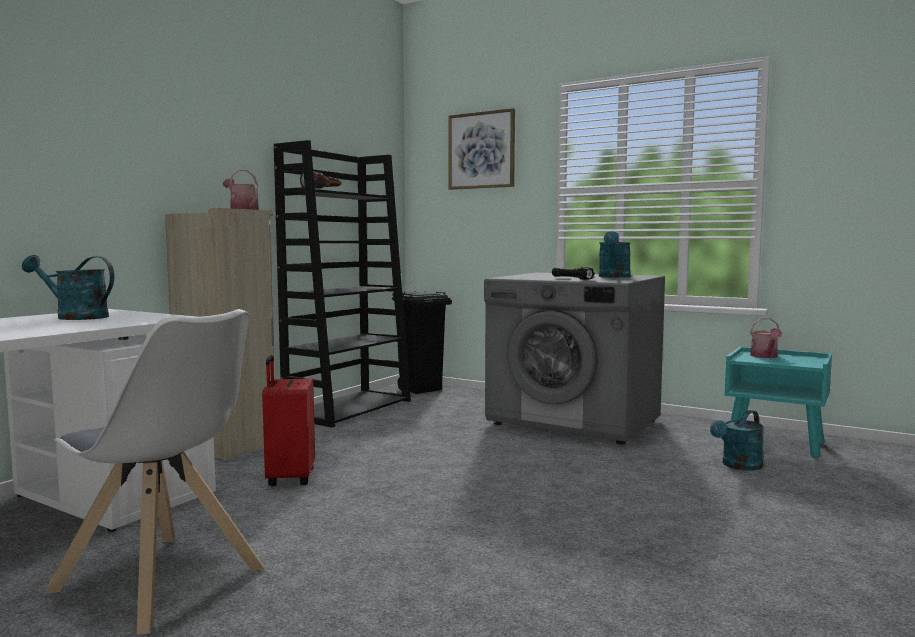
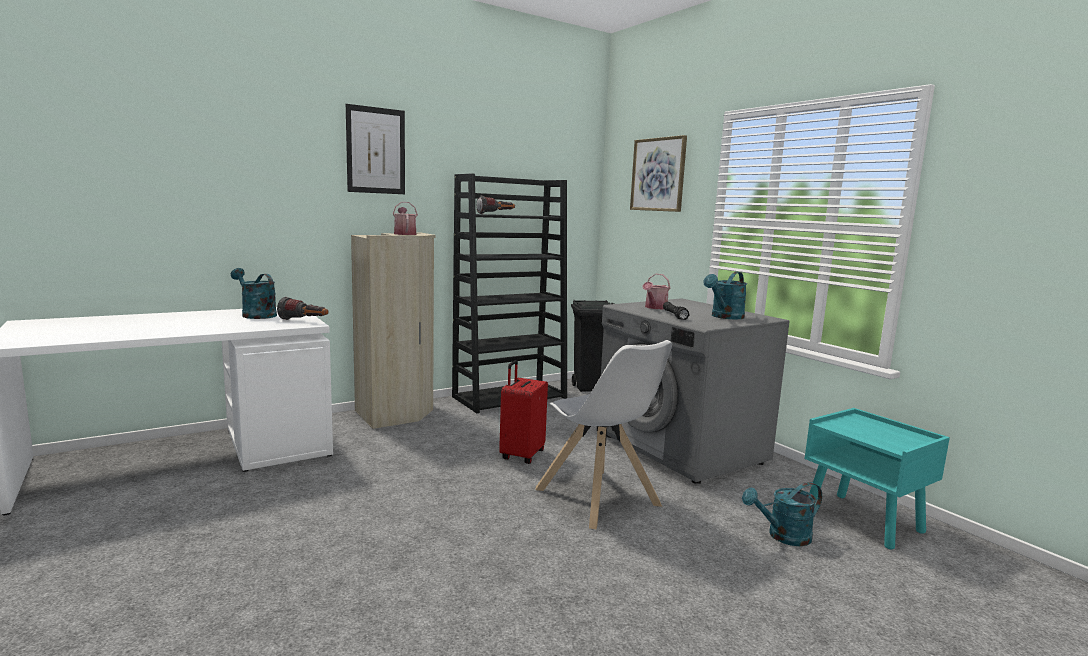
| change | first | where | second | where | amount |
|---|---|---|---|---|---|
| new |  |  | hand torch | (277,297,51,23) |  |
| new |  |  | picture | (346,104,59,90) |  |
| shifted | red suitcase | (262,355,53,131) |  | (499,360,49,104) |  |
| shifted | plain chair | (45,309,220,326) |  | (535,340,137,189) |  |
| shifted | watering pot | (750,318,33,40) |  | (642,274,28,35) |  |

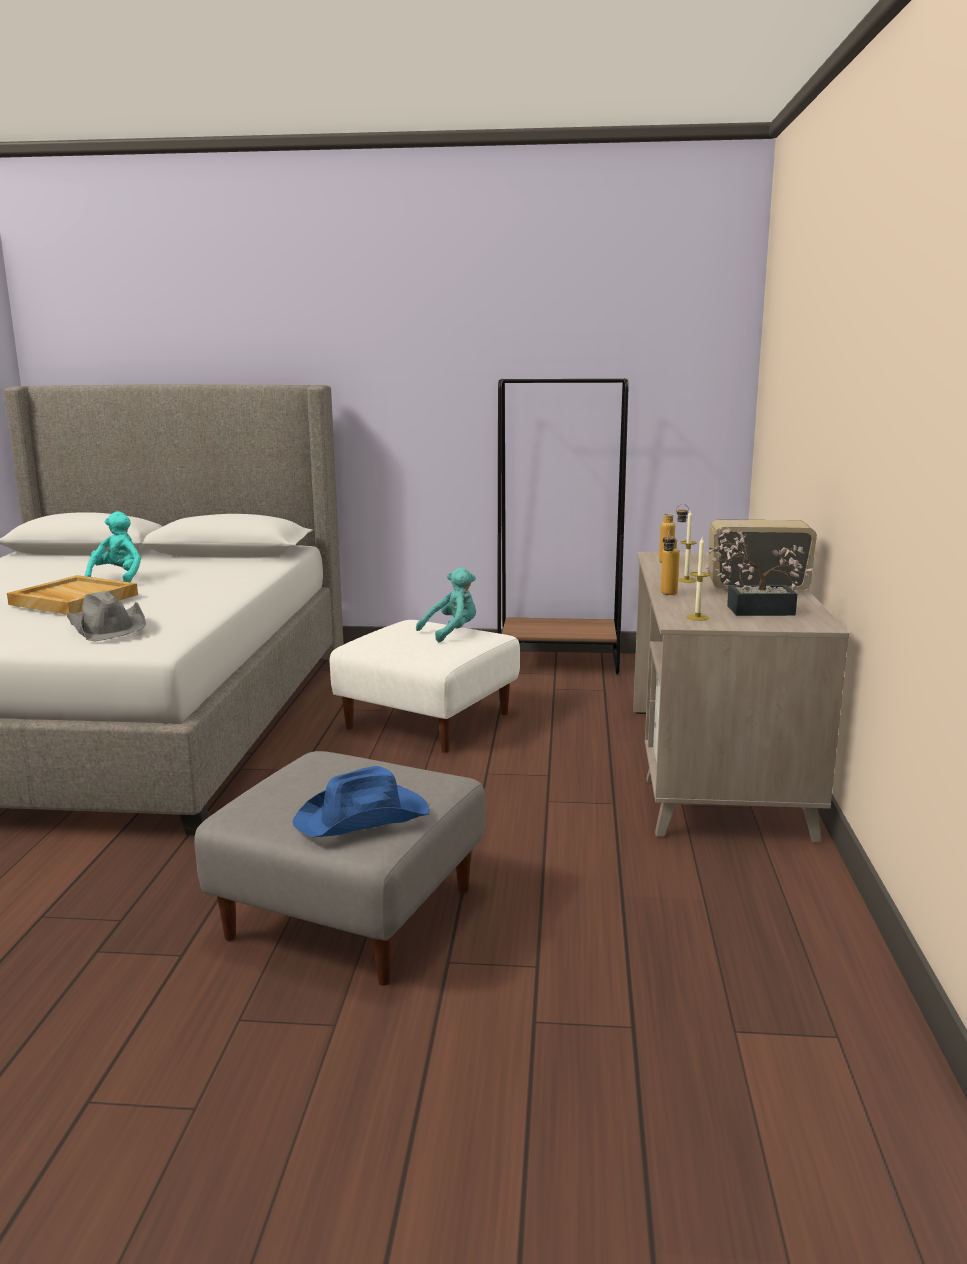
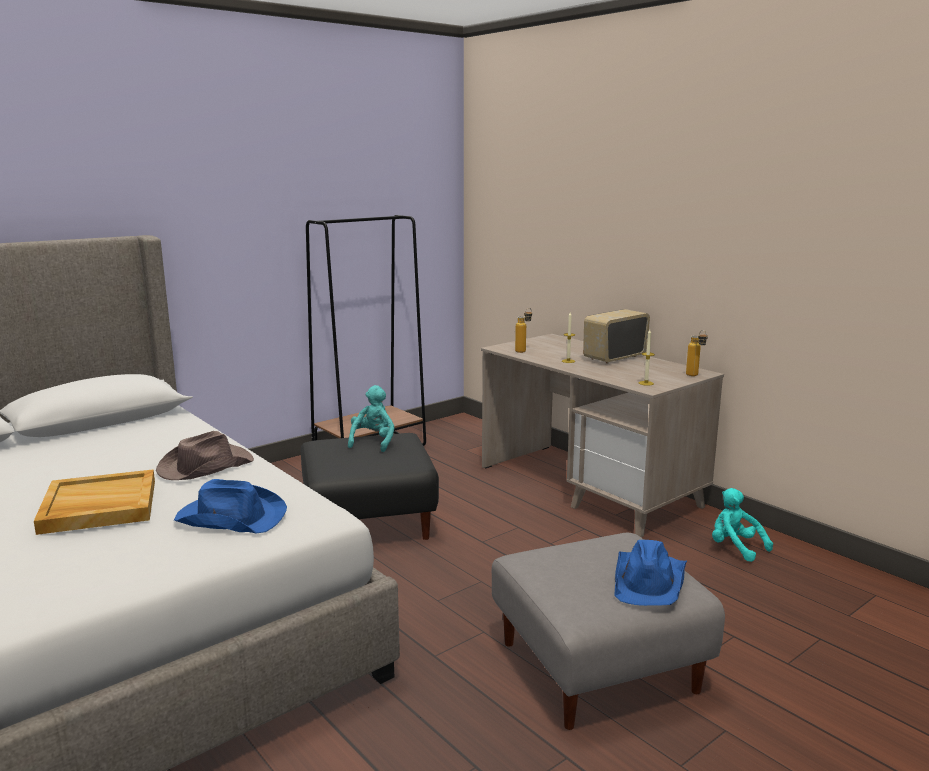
| change | first | where | second | where | amount |
|---|---|---|---|---|---|
| new |  |  | brown-coloured hat | (156,431,98,49) |  |
| repainted | gray hat | (67,590,79,52) | blue hat | (174,479,113,54) |  |
| repainted | white-coloured pouffe | (330,620,190,133) | black pouffe | (301,433,138,107) |  |
| shifted | drink bottle | (661,530,19,65) |  | (686,330,22,46) |  |
| shifted | turquoise soft toy | (85,511,56,72) |  | (712,488,61,74) |  |
| gone | plant in a pot | (706,527,106,89) |  |  |  |

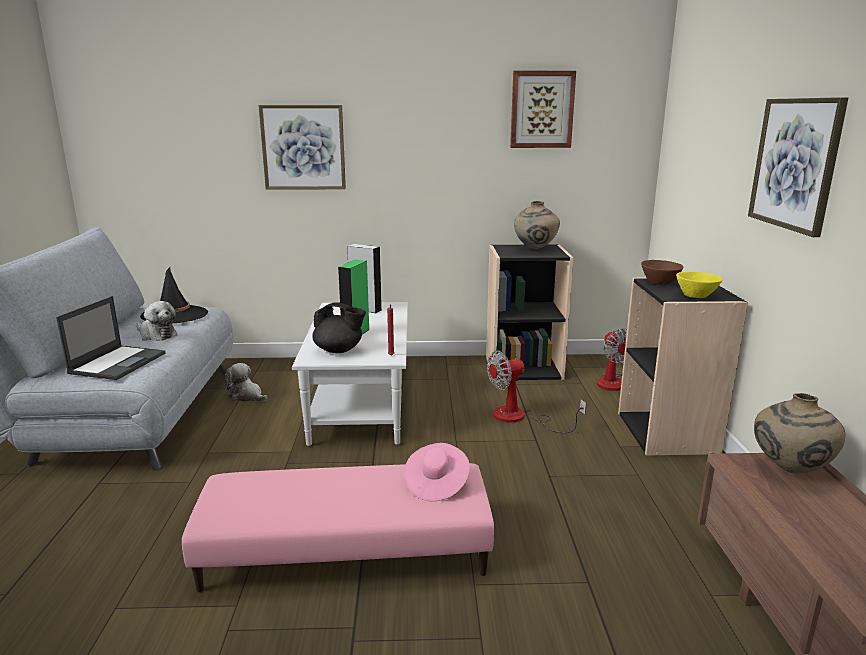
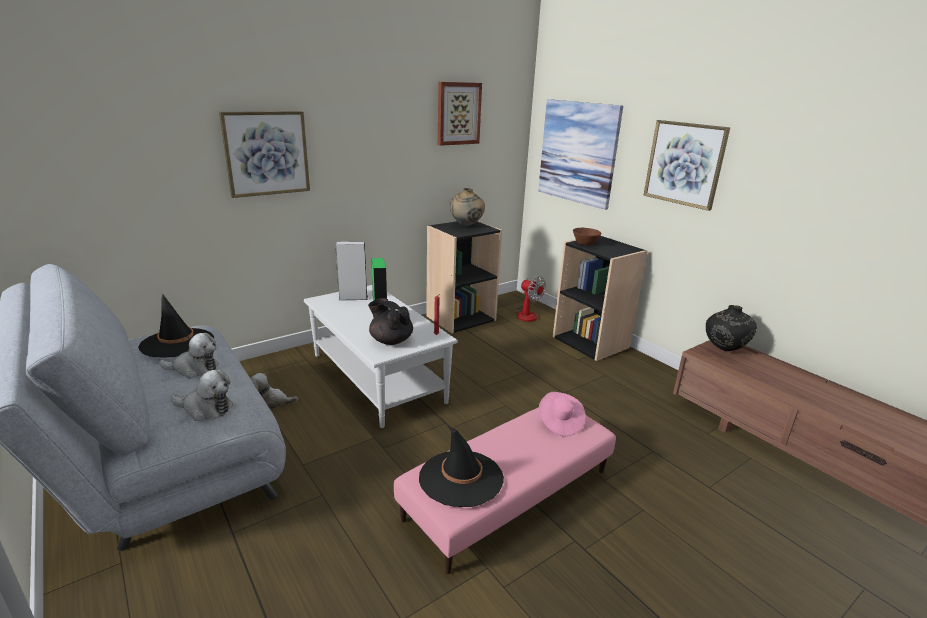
| change | first | where | second | where | amount |
|---|---|---|---|---|---|
| swapped | notebook computer | (56,296,109,84) | soft toy | (170,370,63,51) |  |
| rotated | black teapot | (312,302,54,51) |  | (368,298,45,47) | 120 degrees counterclockwise |
| new |  |  | black hat | (419,426,85,81) |  |
| new |  |  | picture | (538,99,85,111) |  |
| repainted | beige decorative vase | (754,393,91,80) | black decorative vase | (706,305,51,46) |  |
| gone | cooling fan | (487,350,99,83) |  |  |  |
| gone | yellowish deep dish | (676,271,47,27) |  |  |  |

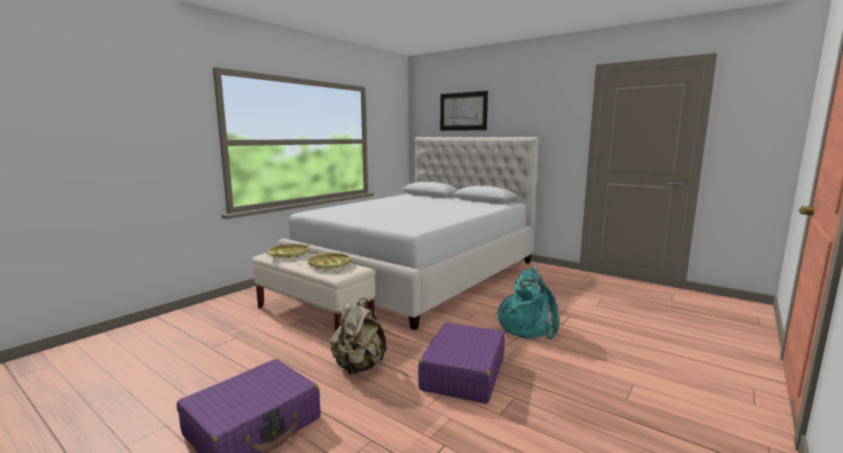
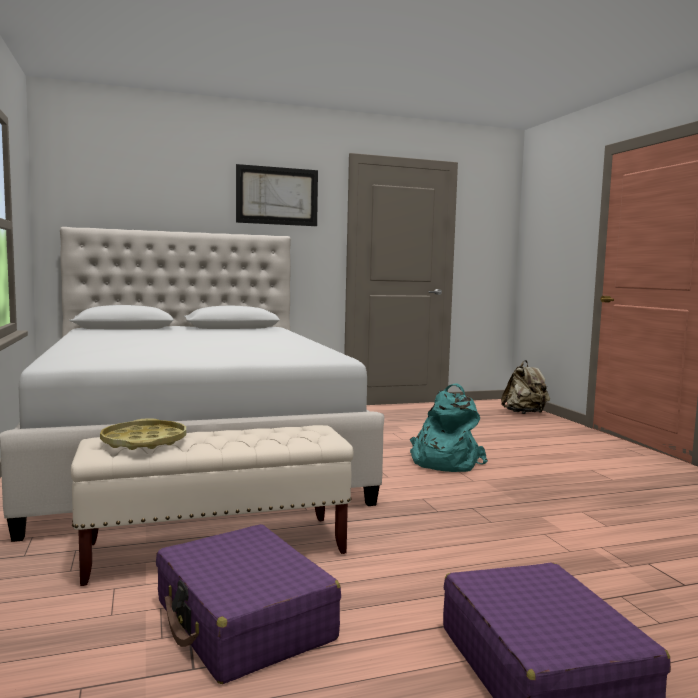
| change | first | where | second | where | amount |
|---|---|---|---|---|---|
| shifted | purplish suitcase | (418,323,87,81) |  | (156,524,185,160) |  |
| shifted | picture | (440,91,48,40) |  | (236,164,82,62) |  |
| shifted | beige knapsack | (330,298,57,77) |  | (501,360,49,54) |  |
| gone | yellowish tray | (308,253,43,16) |  |  |  |

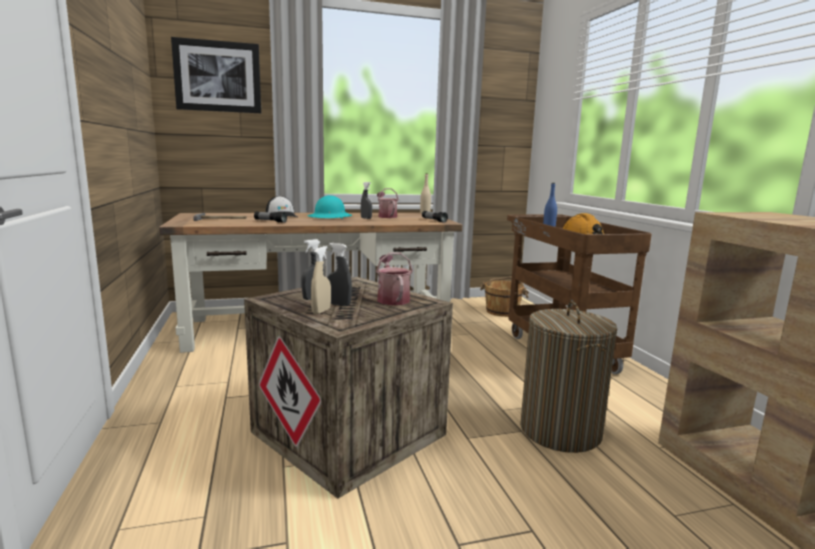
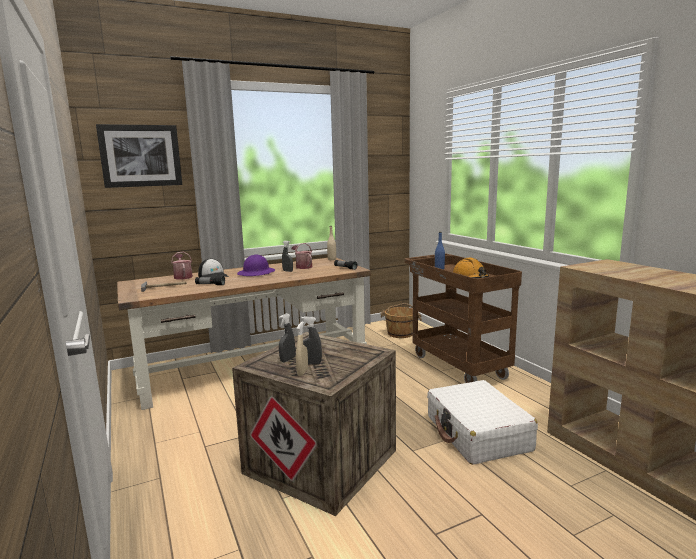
| change | first | where | second | where | amount |
|---|---|---|---|---|---|
| shifted | watering pot | (376,252,37,53) |  | (171,252,22,28) |  |
| repainted | turquoise safety helmet | (308,195,44,24) | purplish safety helmet | (237,255,38,21) |  |
| swapped | hamper | (520,301,98,152) | white-coloured suitcase | (427,380,111,85) |  |

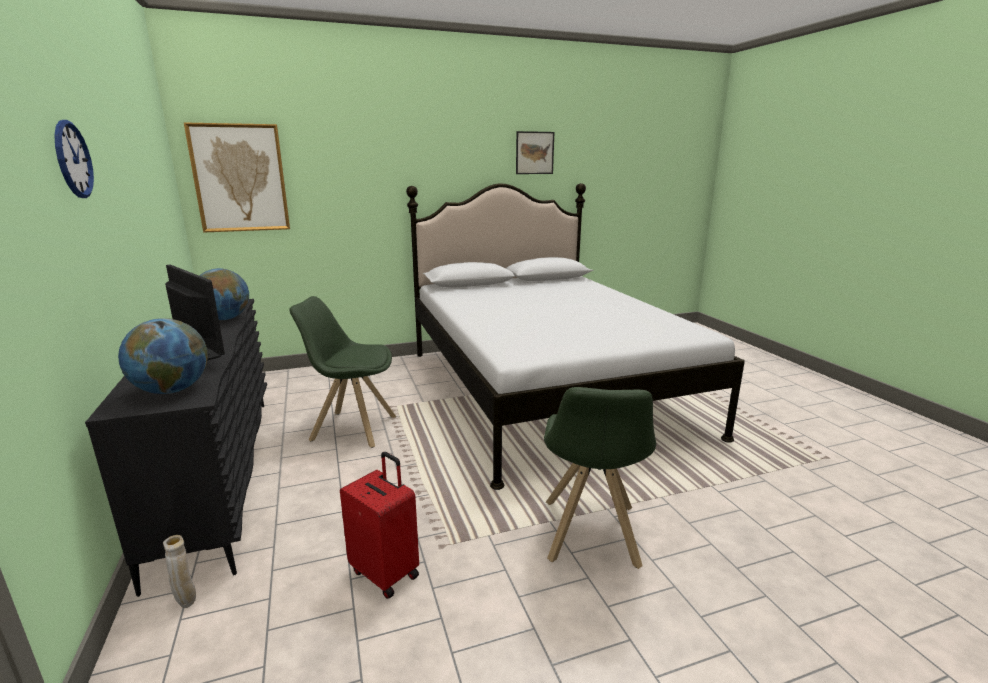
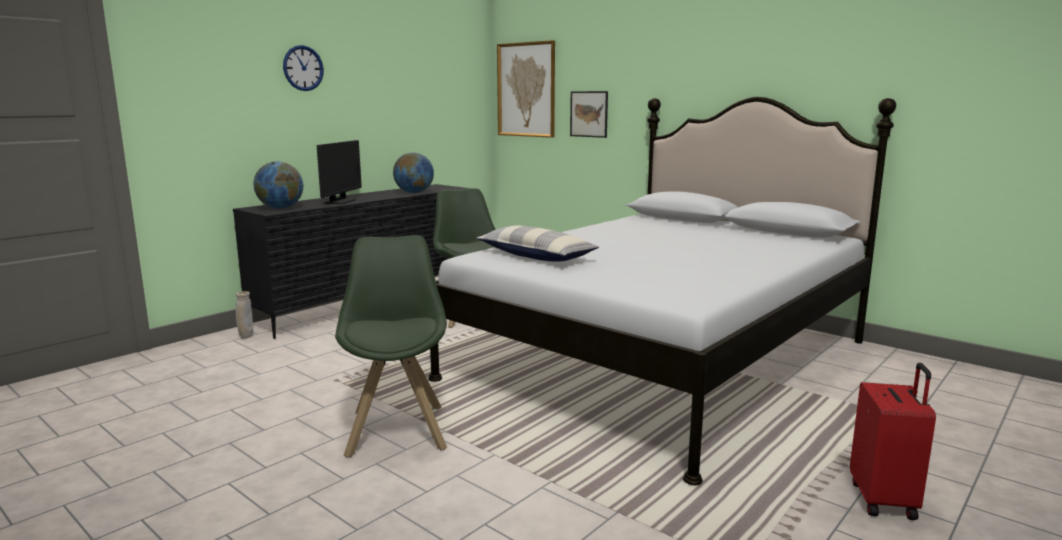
| change | first | where | second | where | amount |
|---|---|---|---|---|---|
| rotated | greenish plain chair | (544,387,112,182) |  | (335,235,112,223) | 105 degrees clockwise |
| new |  |  | cushion | (477,225,122,37) |  |
| shifted | picture | (516,131,38,43) |  | (570,91,38,47) |  |
| shifted | red suitcase | (340,452,79,147) |  | (850,363,86,157) |  |

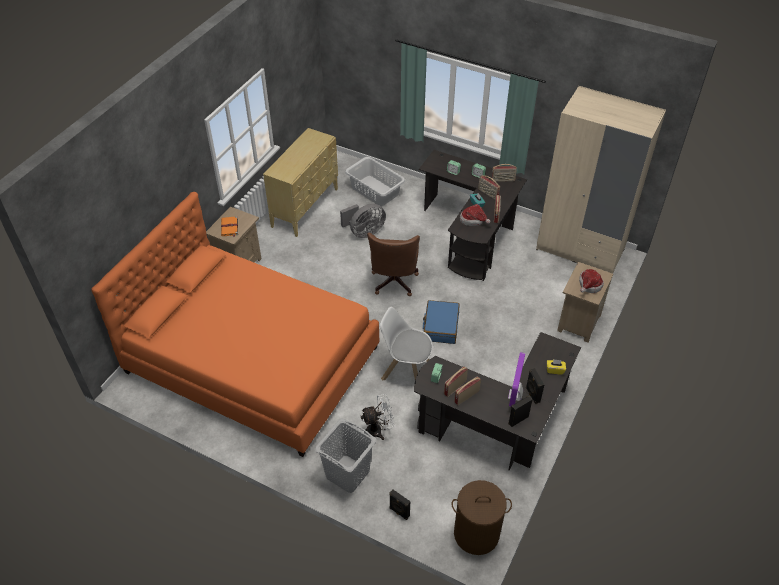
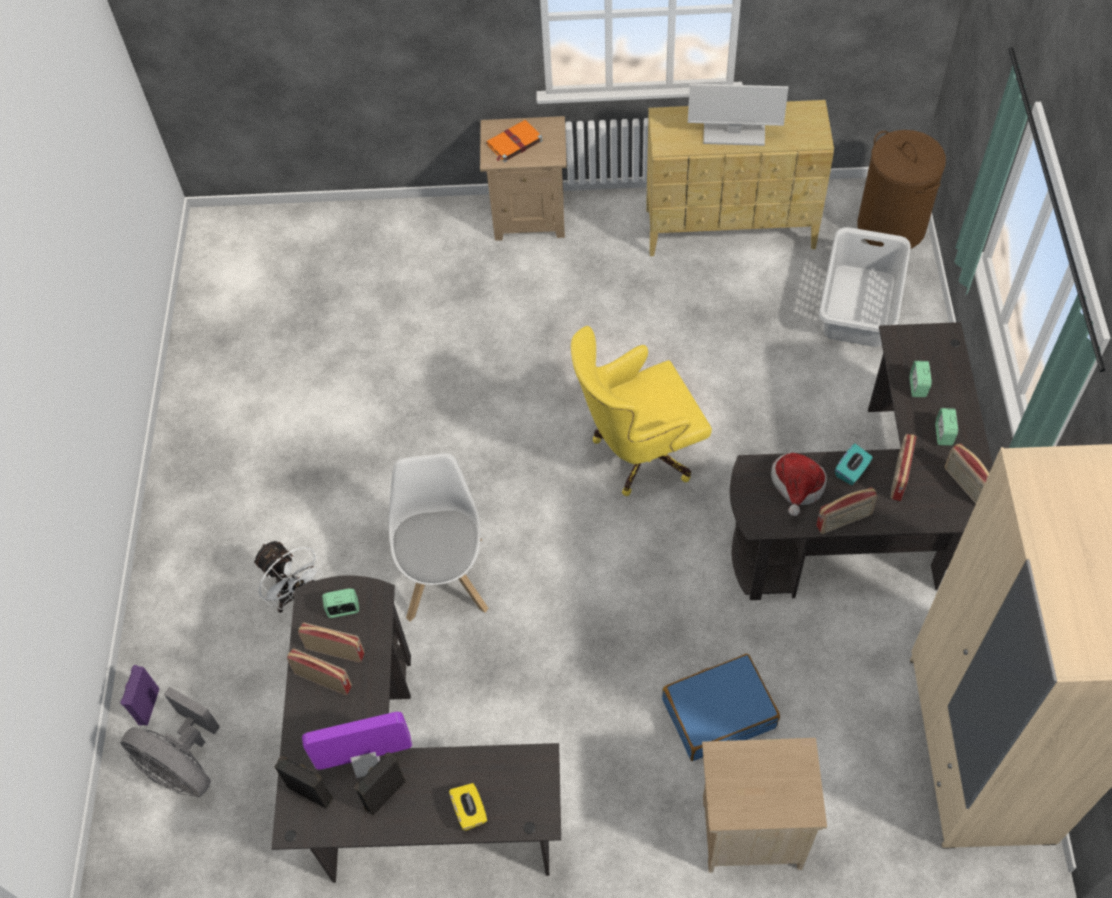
| change | first | where | second | where | amount |
|---|---|---|---|---|---|
| repainted | black speaker | (389,490,21,30) | purplish speaker | (120,665,40,61) |  |
| shifted | gray cooling fan | (340,204,46,34) |  | (120,687,100,110) |  |
| repainted | brown-coloured office chair | (367,233,53,63) | yellowish office chair | (571,326,141,170) |  |
| shifted | blue suitcase | (423,300,36,44) |  | (662,654,118,107) |  |
| new |  |  | computer display | (688,84,100,62) |  |
| shifted | brown-coloured hamper | (451,480,61,75) |  | (857,130,89,119) |  |
| gone | orange bedroom bed | (92,192,288,265) |  |  |  |
| gone | gray hamper | (314,419,63,74) |  |  |  |
| gone | hat | (579,269,25,24) |  |  |  |

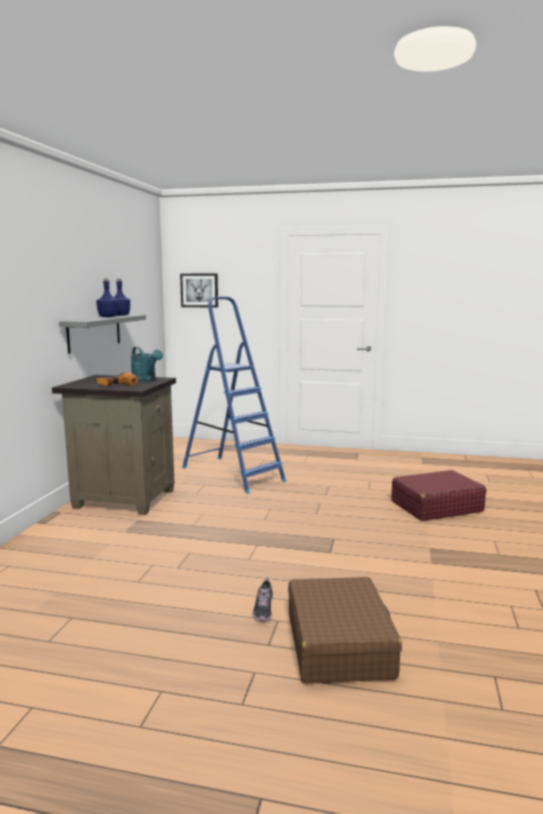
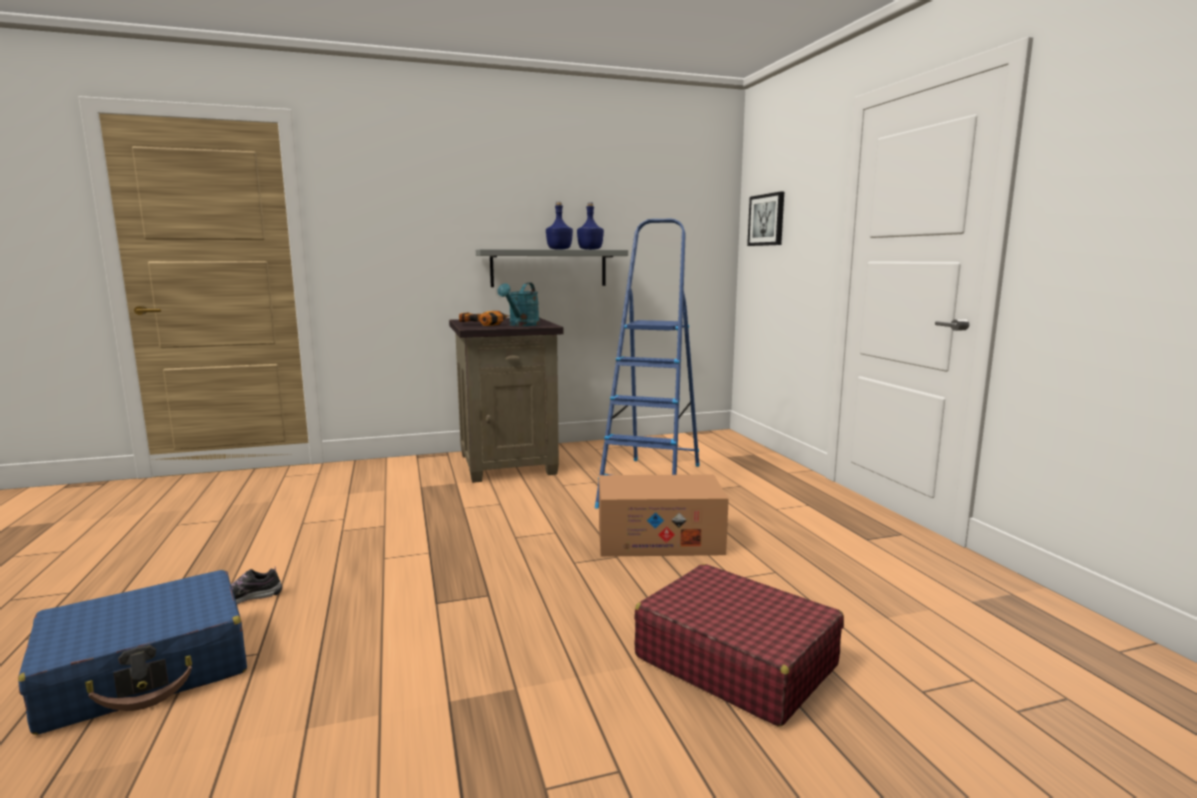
| change | first | where | second | where | amount |
|---|---|---|---|---|---|
| repainted | brown-coloured suitcase | (288,577,114,107) | blue suitcase | (18,570,229,165) |  |
| new |  |  | cardboard box | (599,474,130,83) |  |

